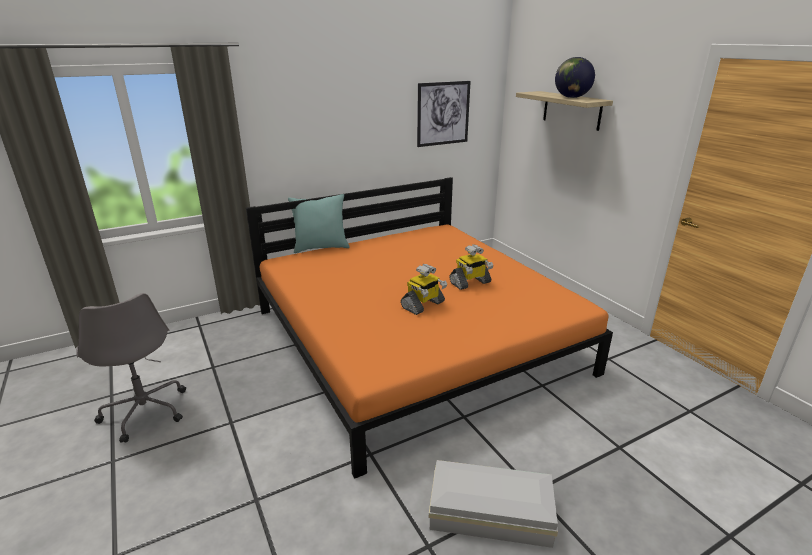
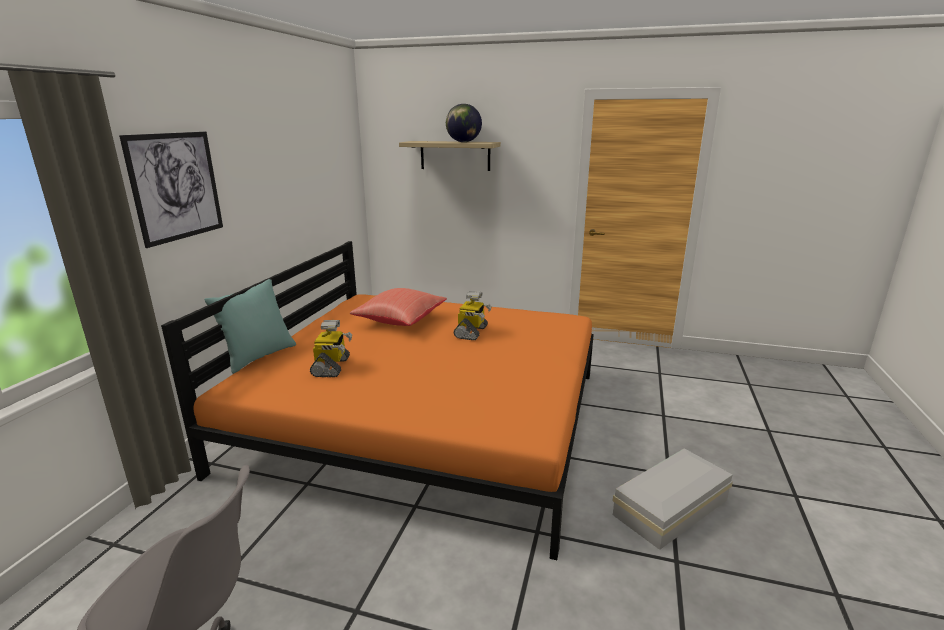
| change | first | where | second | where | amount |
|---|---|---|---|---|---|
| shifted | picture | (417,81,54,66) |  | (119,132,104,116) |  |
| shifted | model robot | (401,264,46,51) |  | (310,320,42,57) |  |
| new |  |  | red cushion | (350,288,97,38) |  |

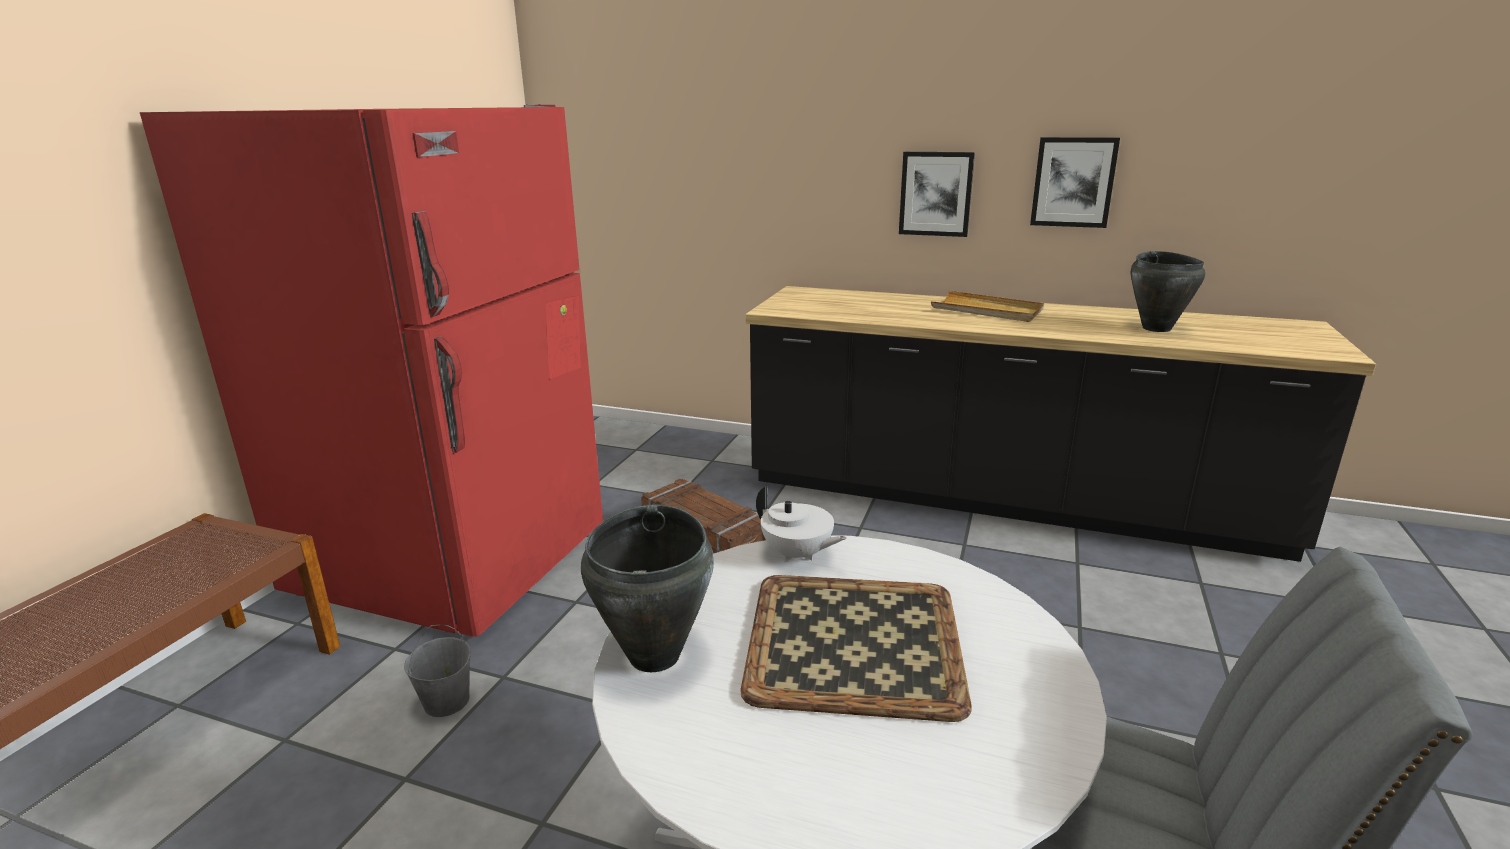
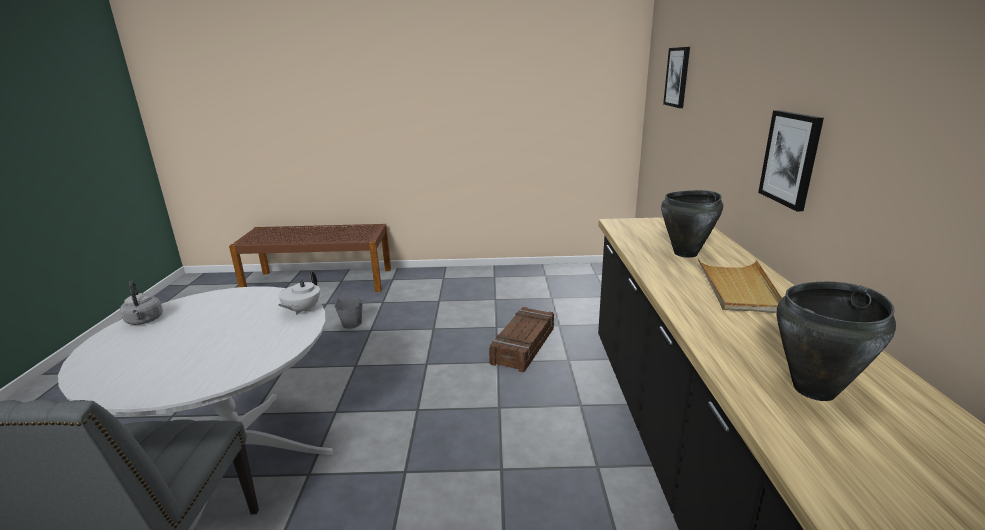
| change | first | where | second | where | amount |
|---|---|---|---|---|---|
| new |  |  | gray water kettle | (120,281,43,44) |  |
| shifted | black stockpot | (581,505,133,167) |  | (661,190,62,68) |  |
| shifted | picture | (1030,137,90,91) |  | (663,47,27,61) |  |
| gone | red kitchen fridge | (140,104,463,533) |  |  |  |
| gone | tray | (740,575,232,147) |  |  |  |

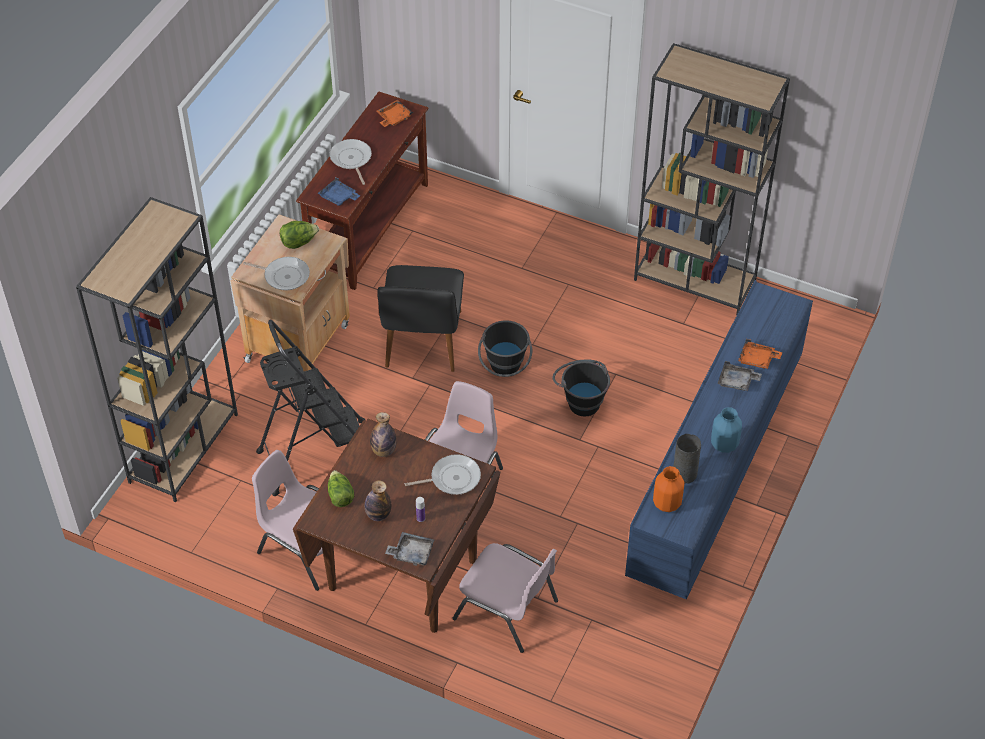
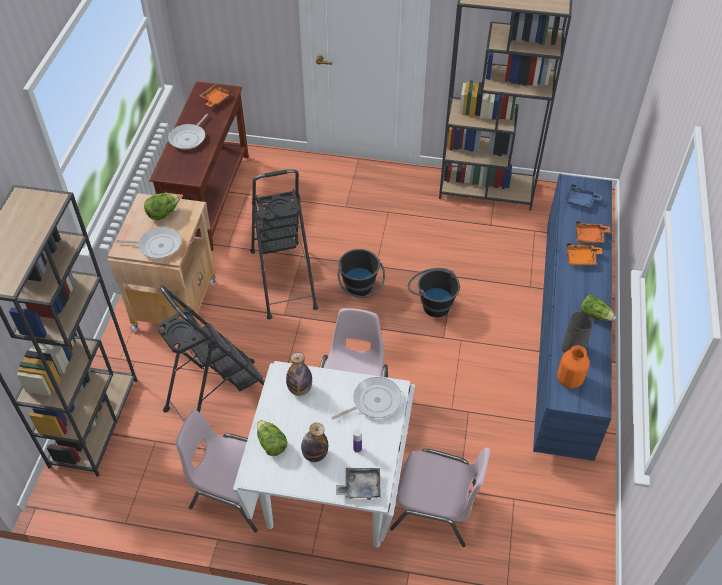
| change | first | where | second | where | amount |
|---|---|---|---|---|---|
| rotated | pan | (330,139,42,46) |  | (168,114,40,36) | 120 degrees counterclockwise |
| repainted | brown-coloured dining table | (293,419,207,214) | white-coloured dining table | (233,361,182,186) |  |
| swapped | black plain chair | (377,265,87,107) | step ladder | (250,169,68,150) |  |
| shifted | blue tray | (317,177,43,29) |  | (565,184,37,24) |  |
| repainted | gray tray | (718,361,44,30) | orange tray | (567,243,35,22) |  |
| swapped | blue decorative vase | (711,407,31,46) | lettuce head | (581,295,35,26) |  |

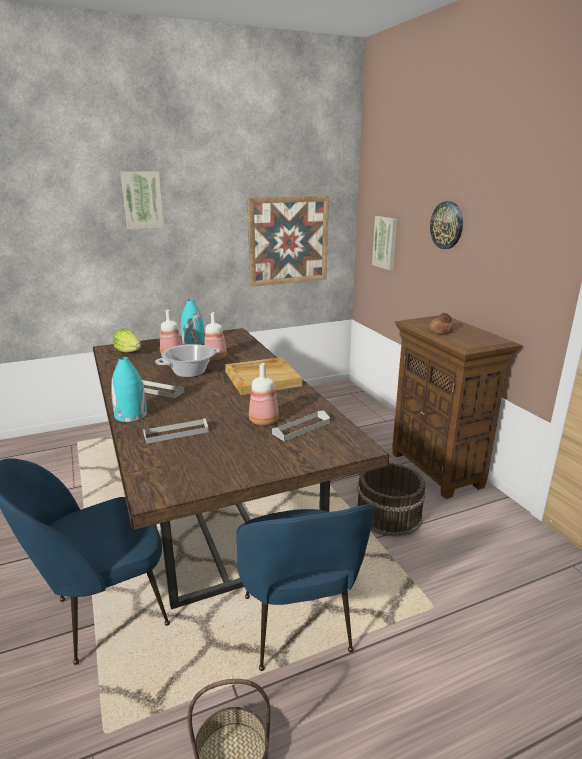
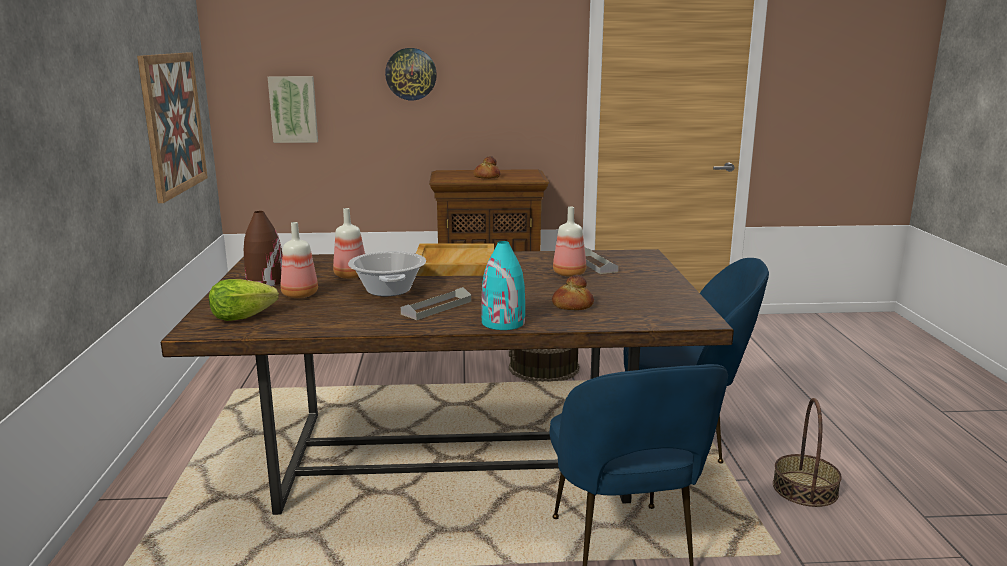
| change | first | where | second | where | amount |
|---|---|---|---|---|---|
| repainted | turquoise decorative vase | (181,300,24,45) | brown-coloured decorative vase | (244,211,38,75) |  |
| swapped | gray tray | (143,418,66,26) | bakery bread | (552,275,42,35) |  |
| gone | picture | (120,171,44,58) |  |  |  |

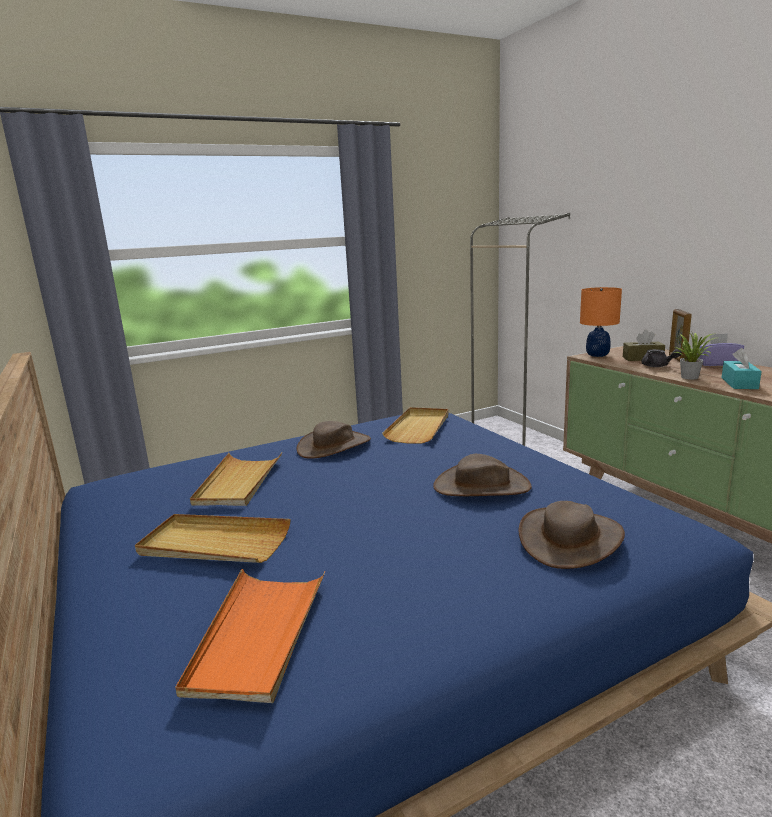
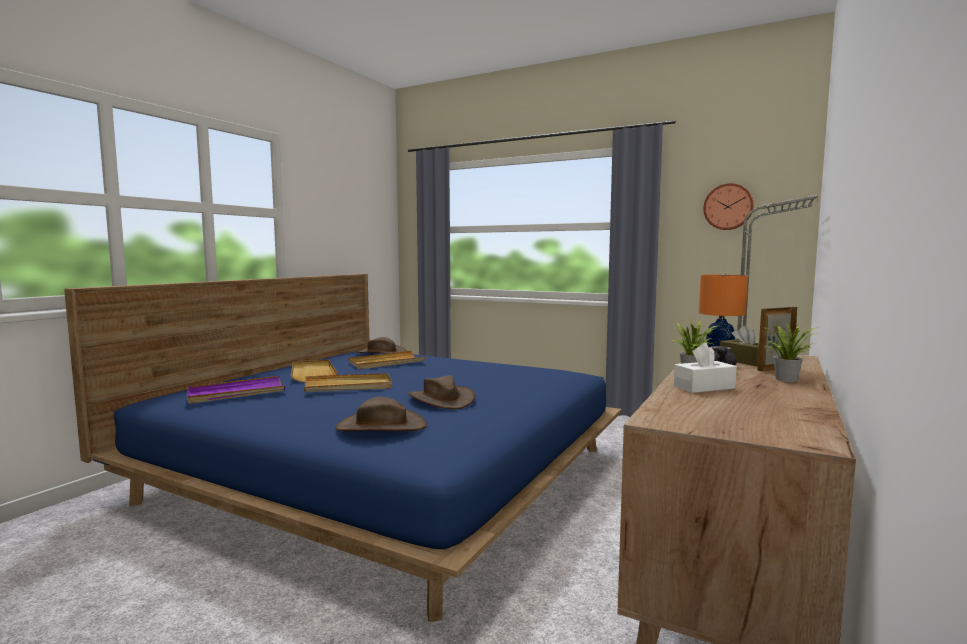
| change | first | where | second | where | amount |
|---|---|---|---|---|---|
| repainted | orange tray | (175,569,151,134) | purplish tray | (187,376,98,28) |  |
| shifted | beige tray | (382,407,67,37) |  | (304,373,88,19) |  |
| shifted | brown-coloured hat | (297,421,74,37) |  | (356,337,51,17) |  |
| repainted | turquoise tissue box | (722,348,40,41) | white-coloured tissue box | (674,343,63,50) |  |
| new |  |  | wall clock | (703,183,51,47) |  |
| swapped | purplish tissue box | (698,333,46,33) | plant in a pot | (763,322,55,60) |  |

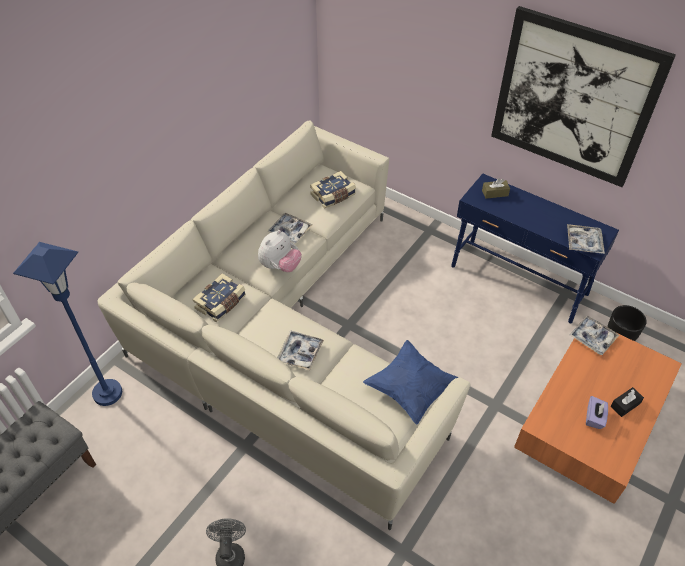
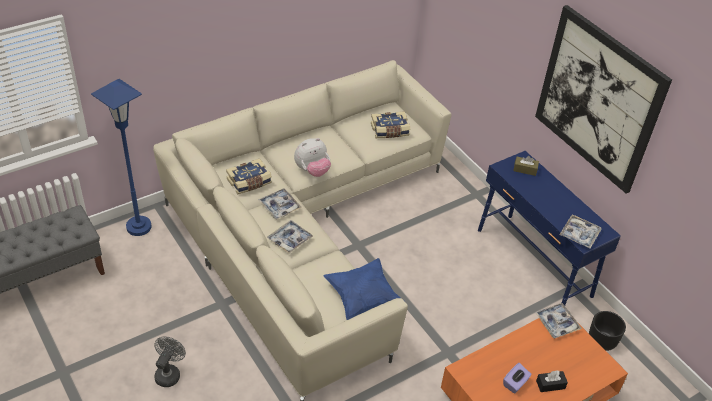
| change | first | where | second | where | amount |
|---|---|---|---|---|---|
| shifted | tray | (267,213,45,31) |  | (259,188,43,31) |  |

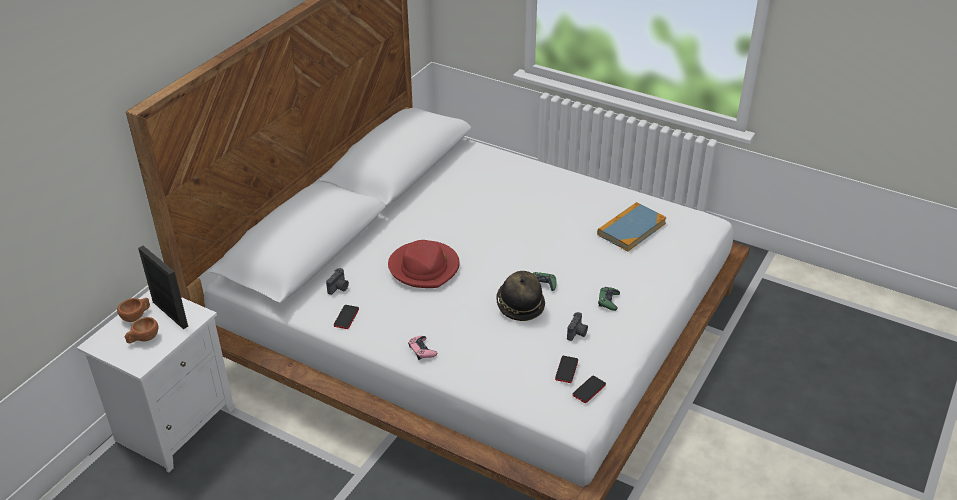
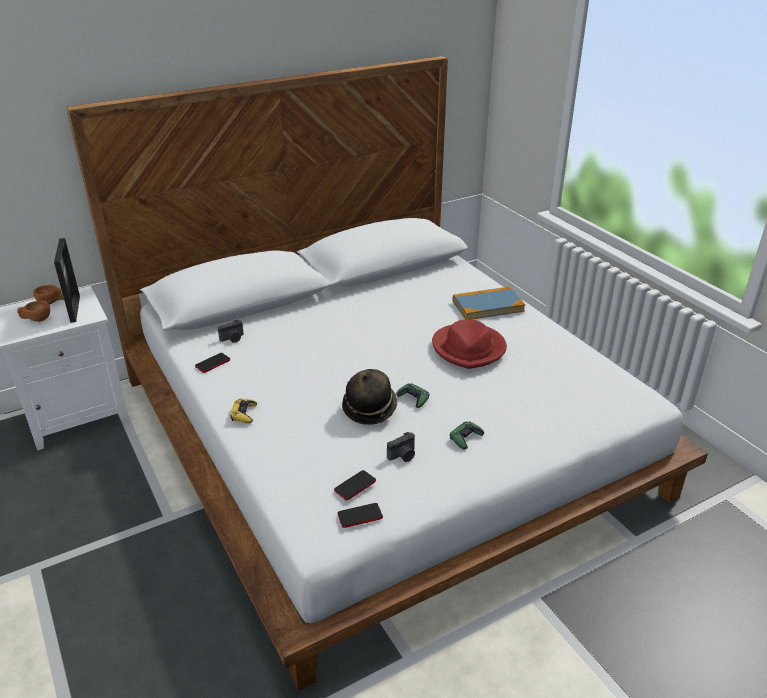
| change | first | where | second | where | amount |
|---|---|---|---|---|---|
| repainted | pinkish game controller | (408,336,29,24) | yellowish game controller | (230,399,27,25) |  |
| shifted | red hat | (388,240,72,48) |  | (432,319,75,50) |  |
| shifted | bound book | (597,202,70,49) |  | (453,287,72,32) |  |

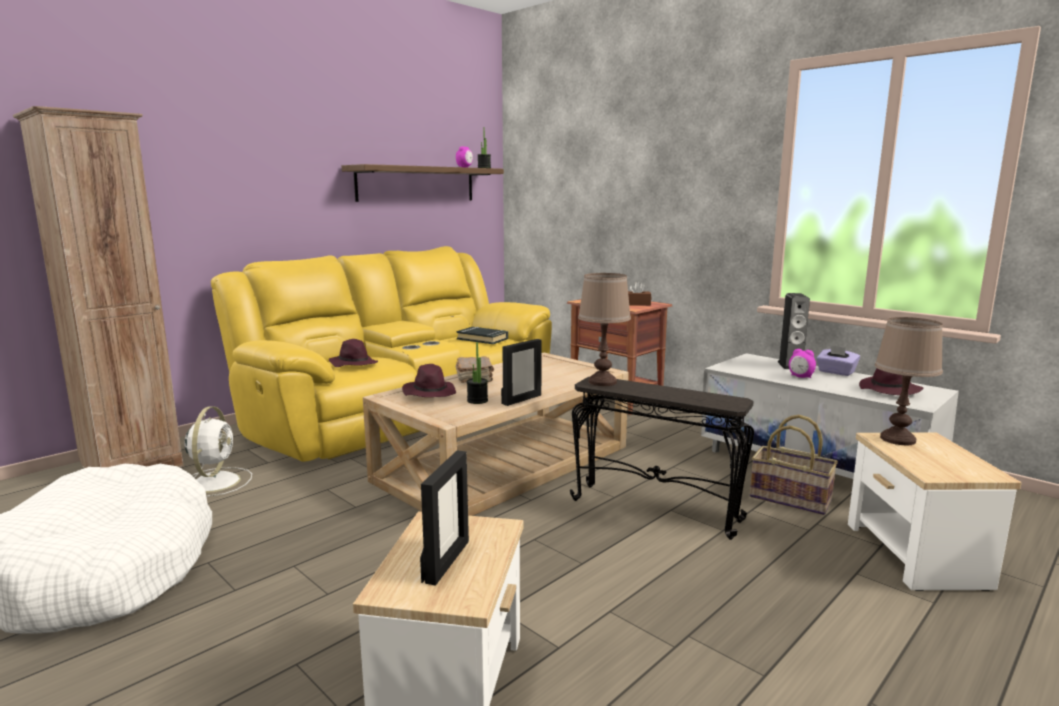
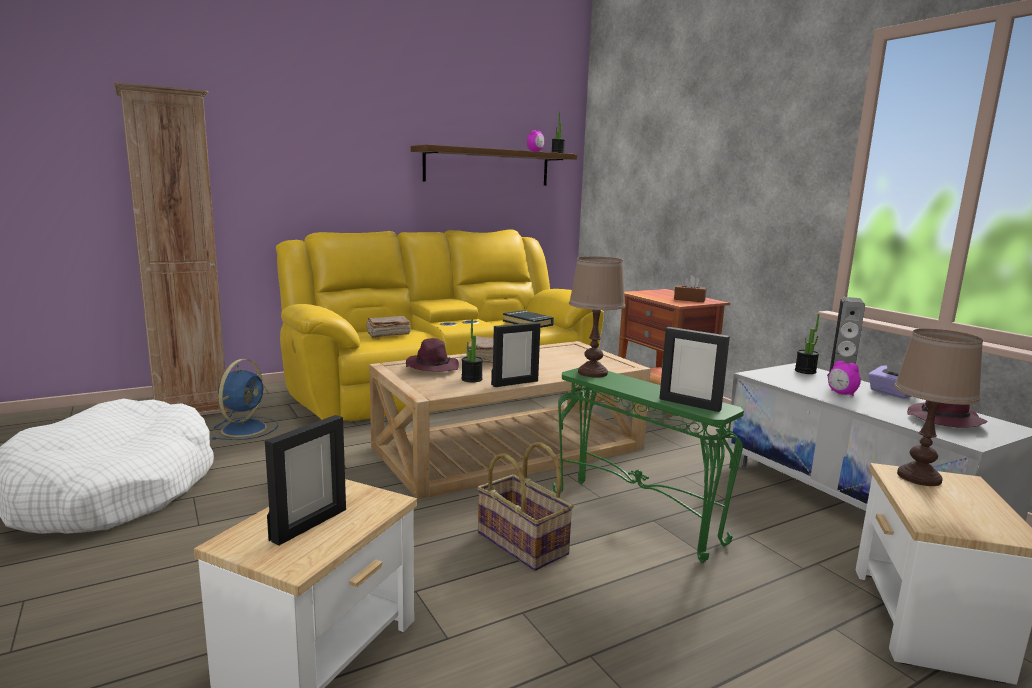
| change | first | where | second | where | amount |
|---|---|---|---|---|---|
| repainted | white-coloured cooling fan | (185,406,67,91) | blue cooling fan | (211,359,67,81) |  |
| swapped | purplish hat | (329,339,49,28) | brown-coloured bound book | (366,316,45,22) |  |
| shifted | household basket | (750,415,88,100) |  | (477,442,96,129) |  |
| repainted | black end table | (570,377,184,163) | greenish end table | (552,368,192,195) |  |
| new |  |  | standing frame | (659,327,71,85) |  |
| new |  |  | plant in a pot | (795,314,24,60) |  |

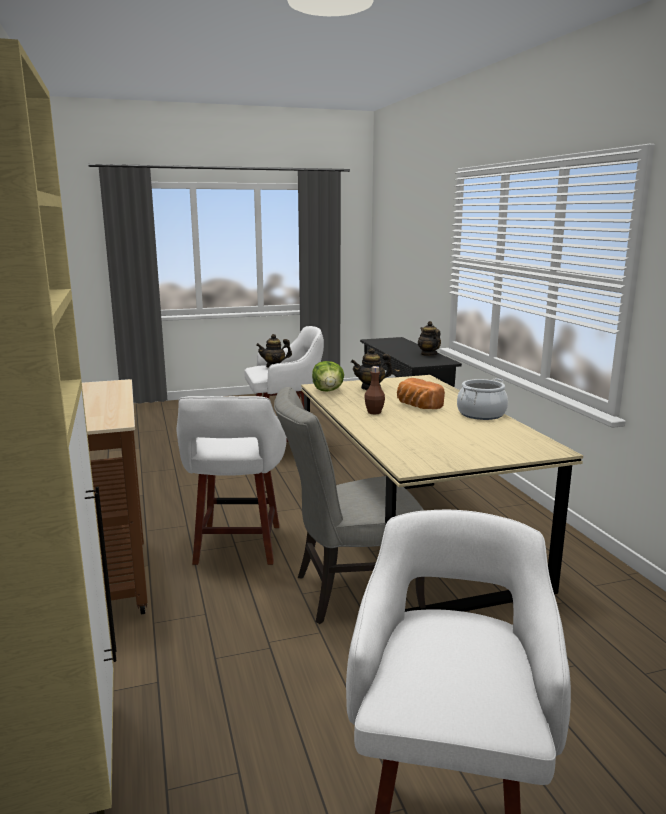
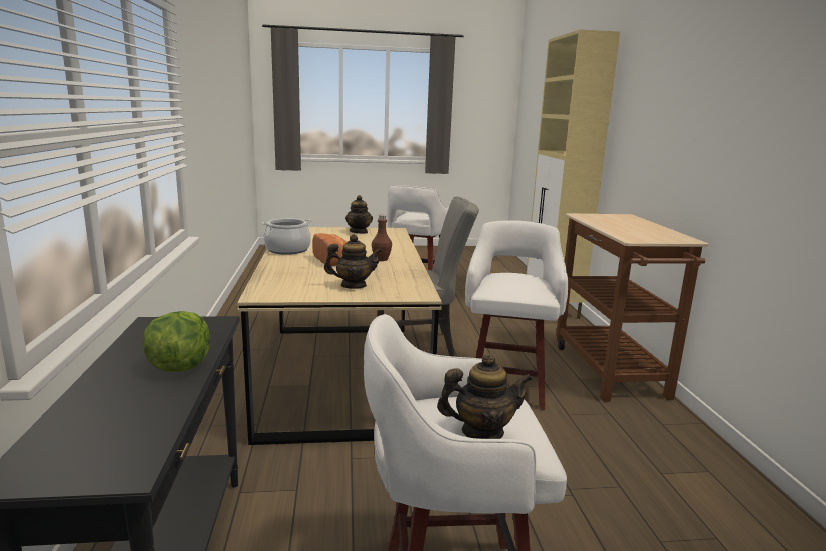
| change | first | where | second | where | amount |
|---|---|---|---|---|---|
| shifted | lettuce head | (312,361,32,31) |  | (143,311,67,61) |  |
| shifted | teapot | (418,321,23,35) |  | (345,195,28,39) |  |

